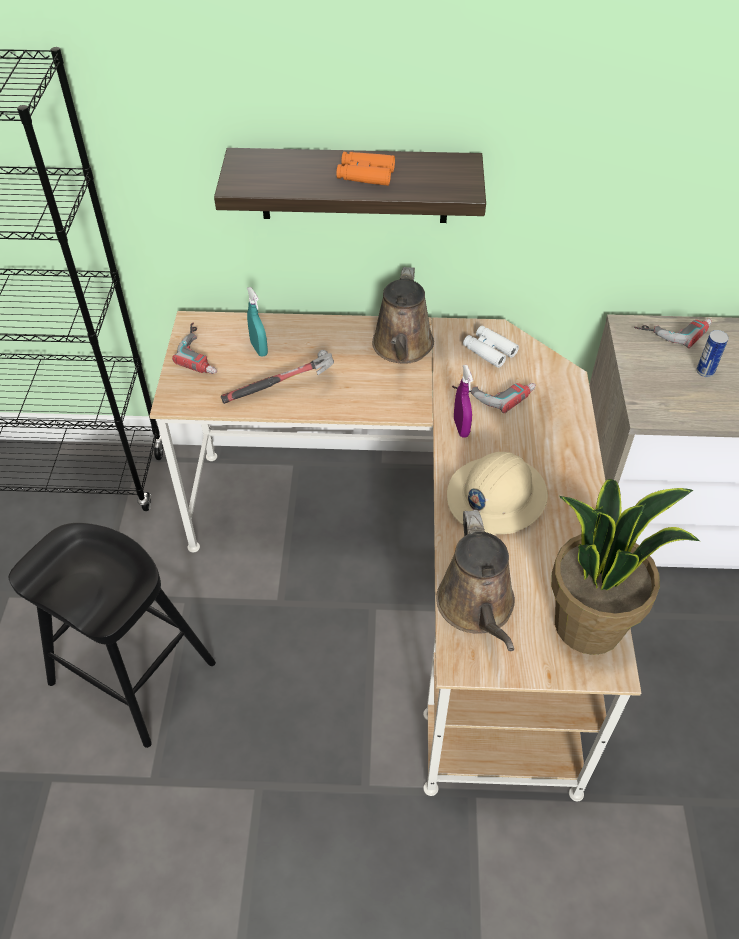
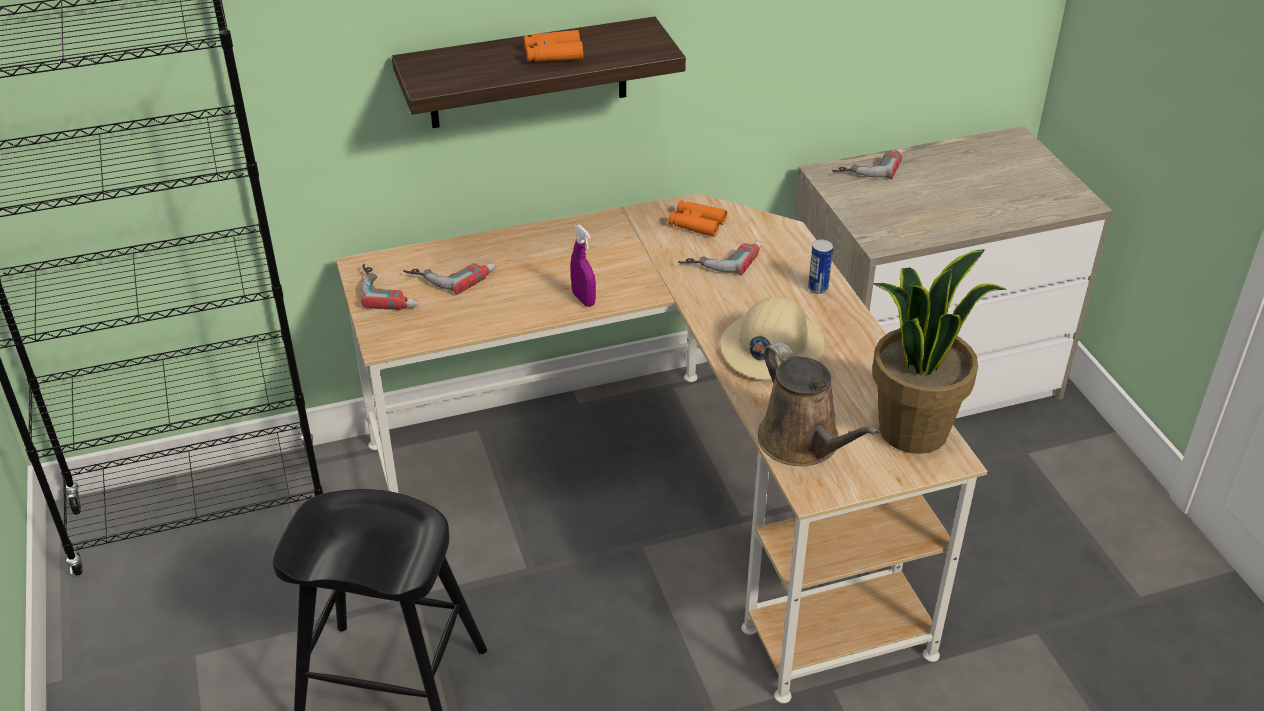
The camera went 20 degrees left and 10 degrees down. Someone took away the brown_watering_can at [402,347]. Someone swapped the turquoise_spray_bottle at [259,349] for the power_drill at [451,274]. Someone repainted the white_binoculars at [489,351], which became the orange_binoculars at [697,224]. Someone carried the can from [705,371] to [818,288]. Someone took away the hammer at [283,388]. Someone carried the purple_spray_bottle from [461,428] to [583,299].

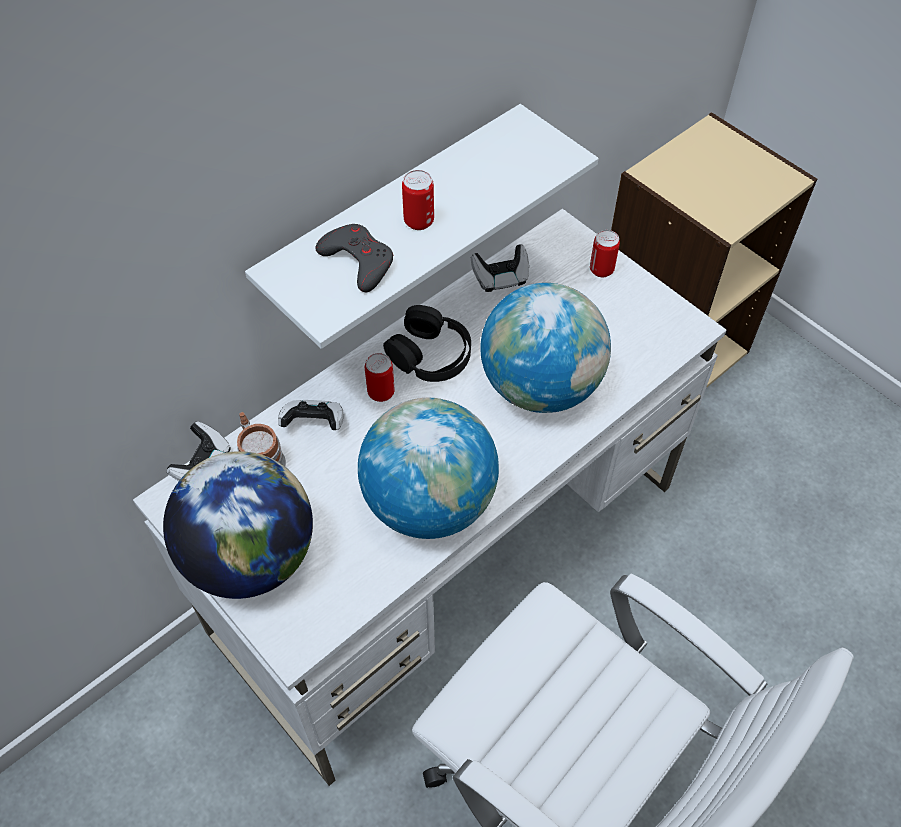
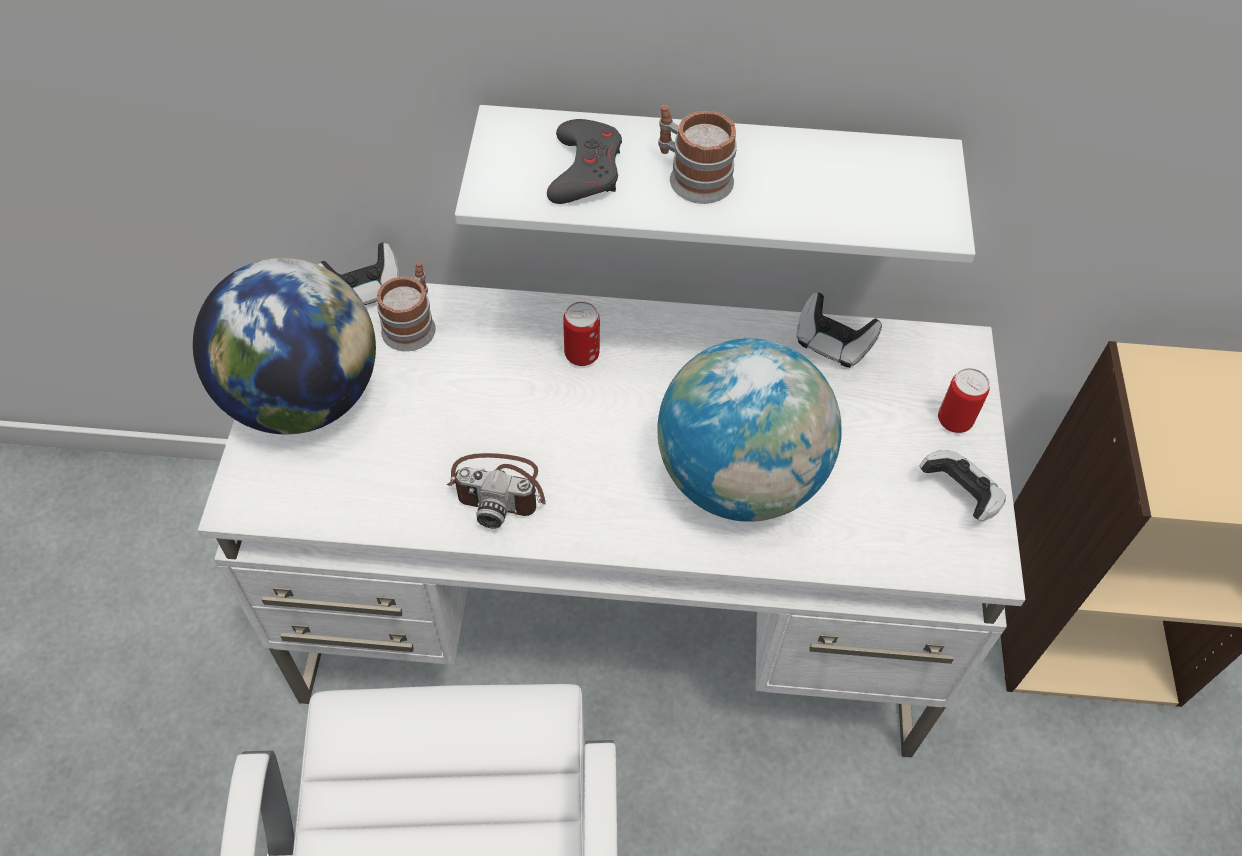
The camera went 45 degrees right and 0 degrees up. Someone swapped the can at [419,221] for the mug at [692,176]. Someone took away the black_headphones at [430,354]. Someone swapped the globe at [429,502] for the photo_camera at [499,489]. Someone carried the game_controller from [314,423] to [959,495].

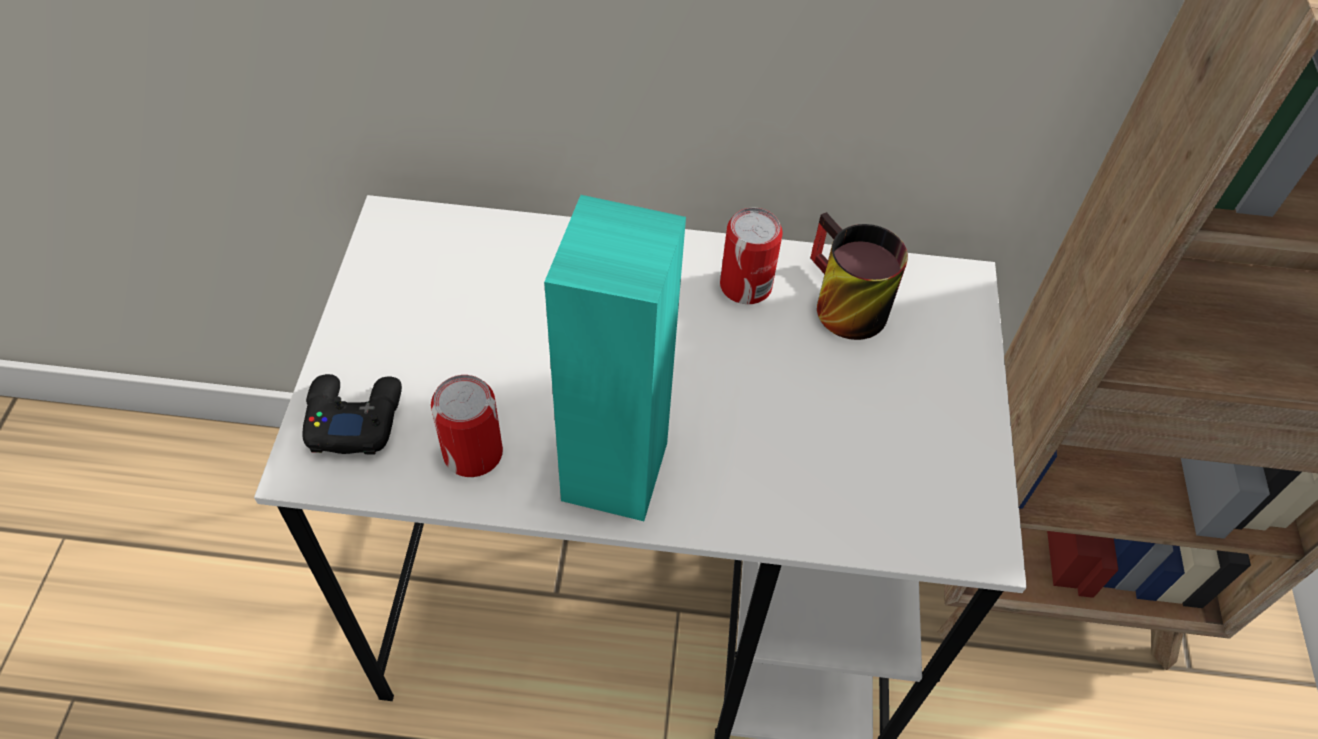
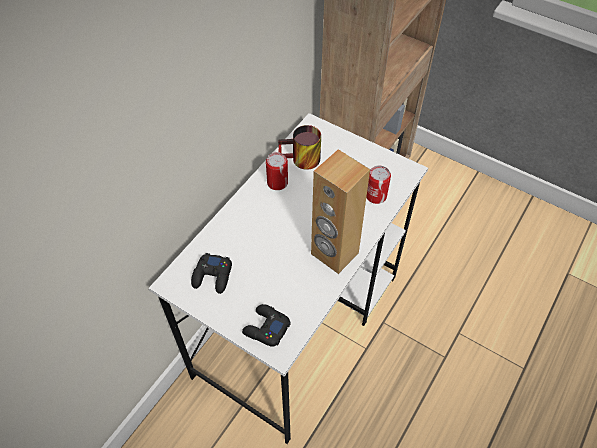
The camera went 60 degrees left and 0 degrees up. Someone repainted the turquoise_speaker at [613,471], which became the brown_speaker at [334,254]. Someone carried the can from [473,453] to [376,196]. Someone put down the black_game_controller at [213,276].

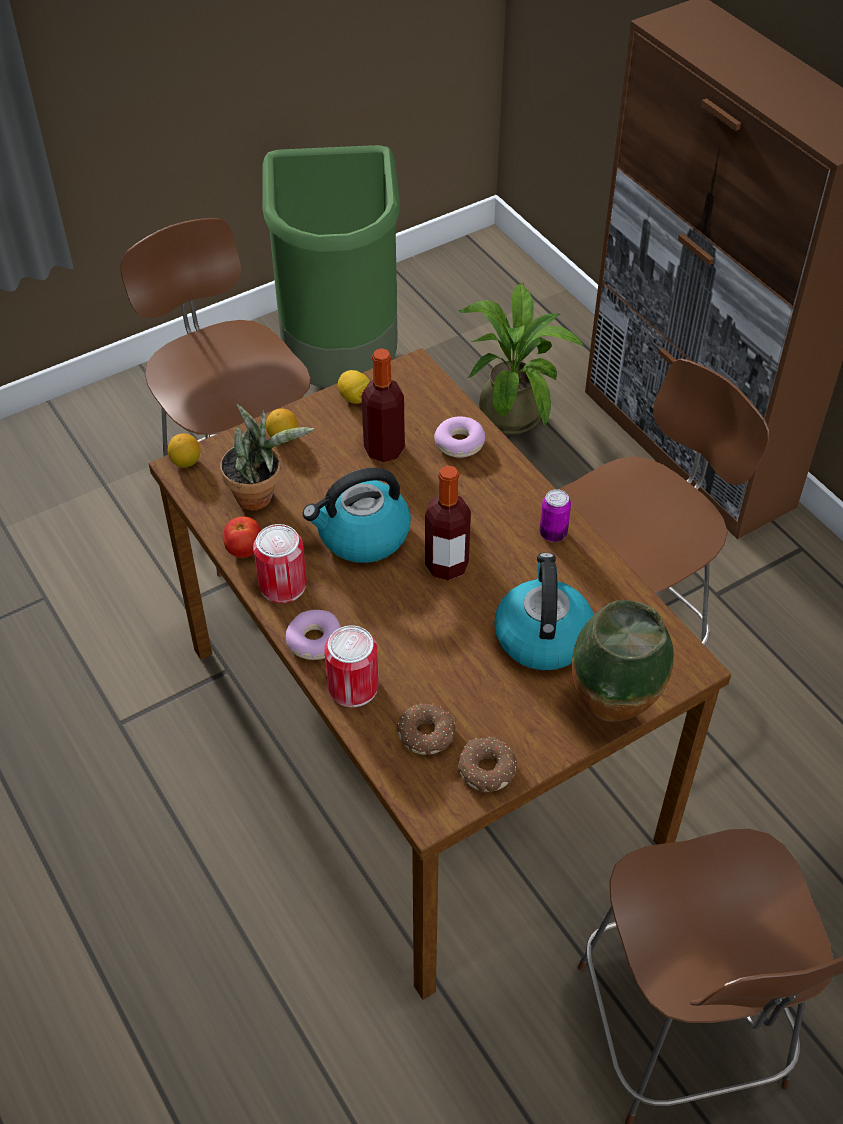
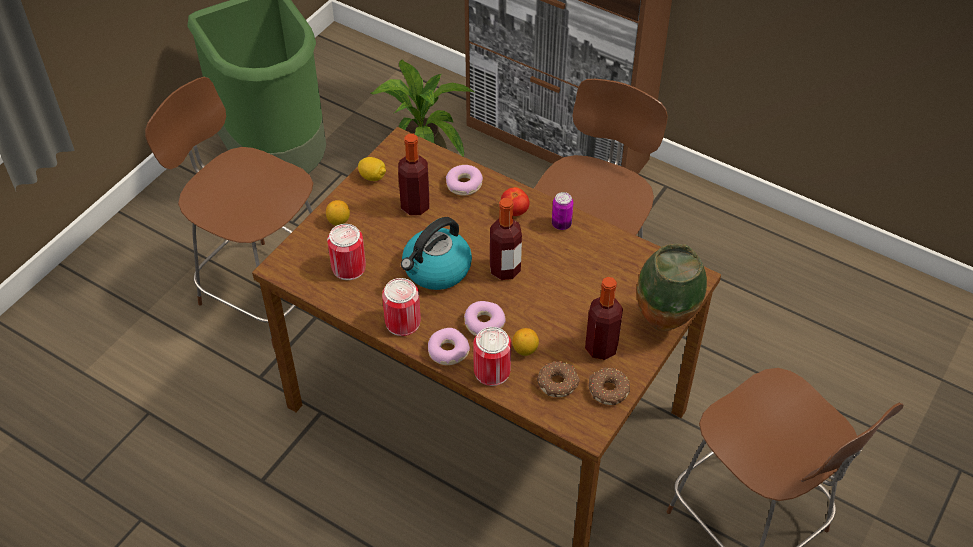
The camera went 25 degrees left and 0 degrees up. Someone swapped the potted_plant at [260,496] for the can at [348,267]. Someone carried the lemon from [186,462] to [525,350]. Someone carried the tomato from [244,550] to [514,211]. Someone took away the kettle at [542,636]. Someone put down the bottle at [601,348]. Someone put down the donut at [484,323].

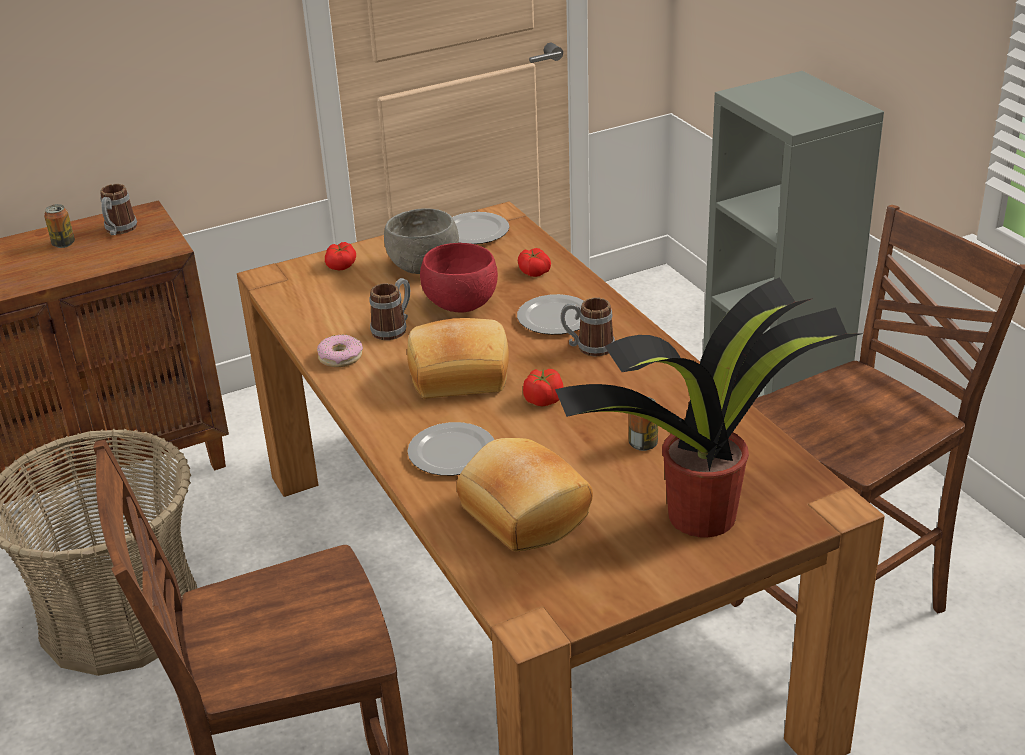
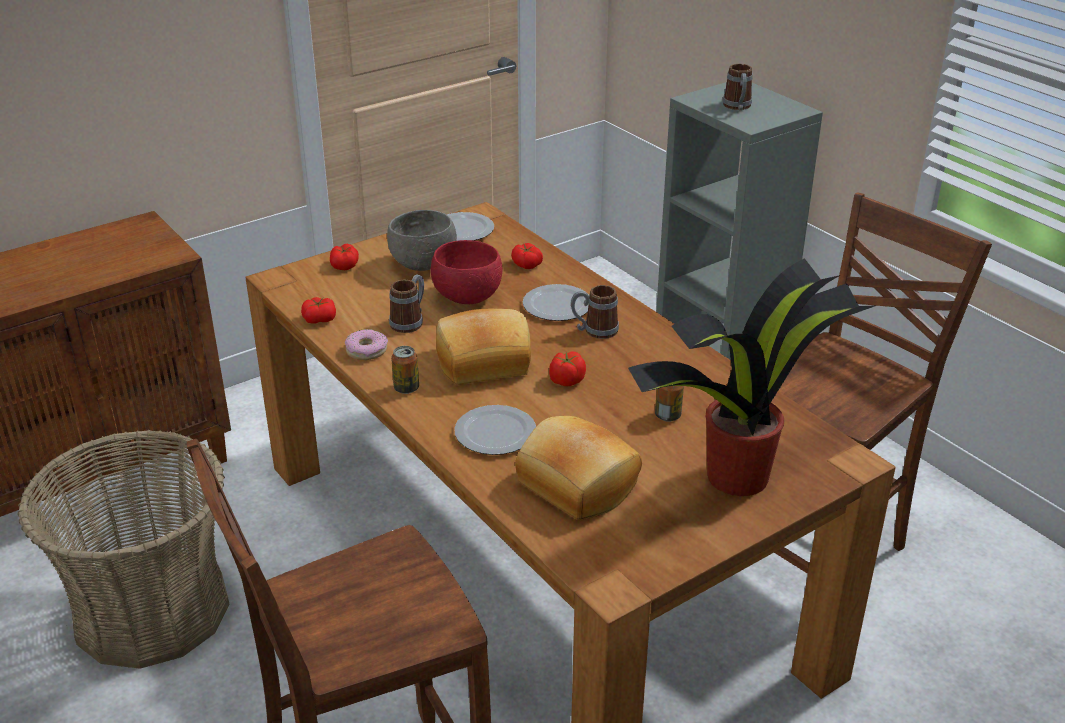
The camera went 10 degrees left and 0 degrees up. Someone carried the mug from [119,230] to [738,107]. Someone carried the can from [63,244] to [406,388]. Someone put down the tomato at [319,319].

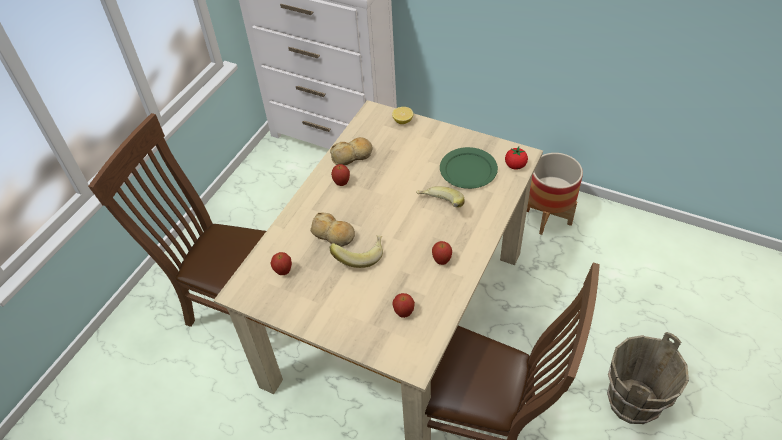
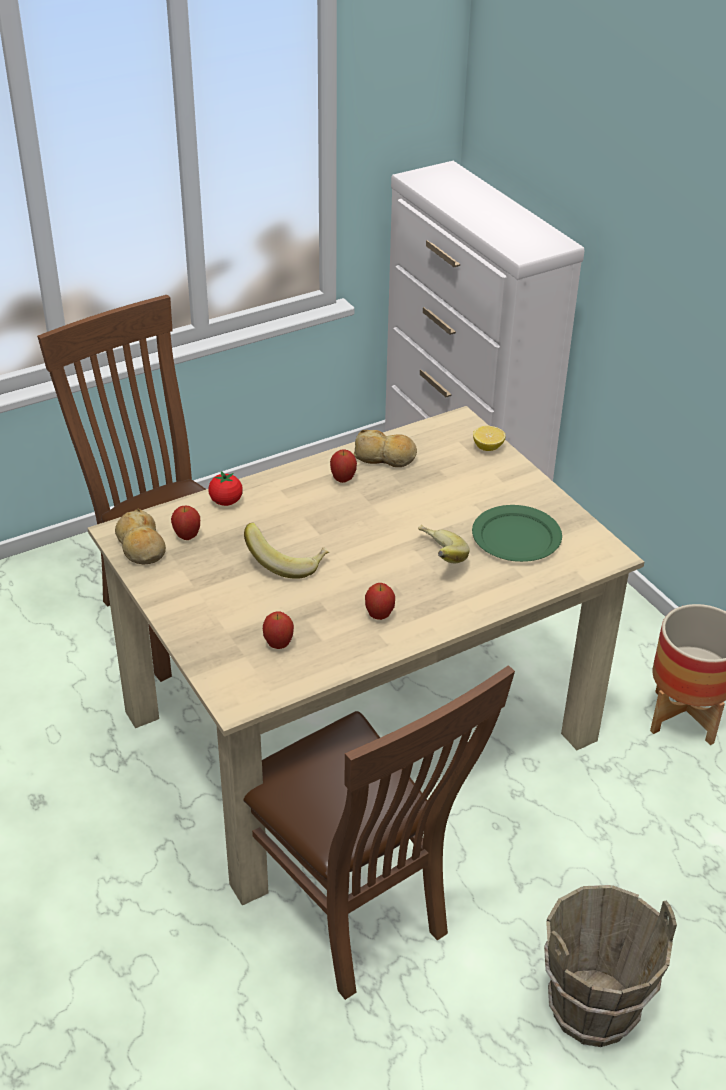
The camera went 30 degrees right and 10 degrees down. Someone carried the tomato from [515,165] to [226,501]. Someone carried the bread from [333,235] to [141,546].

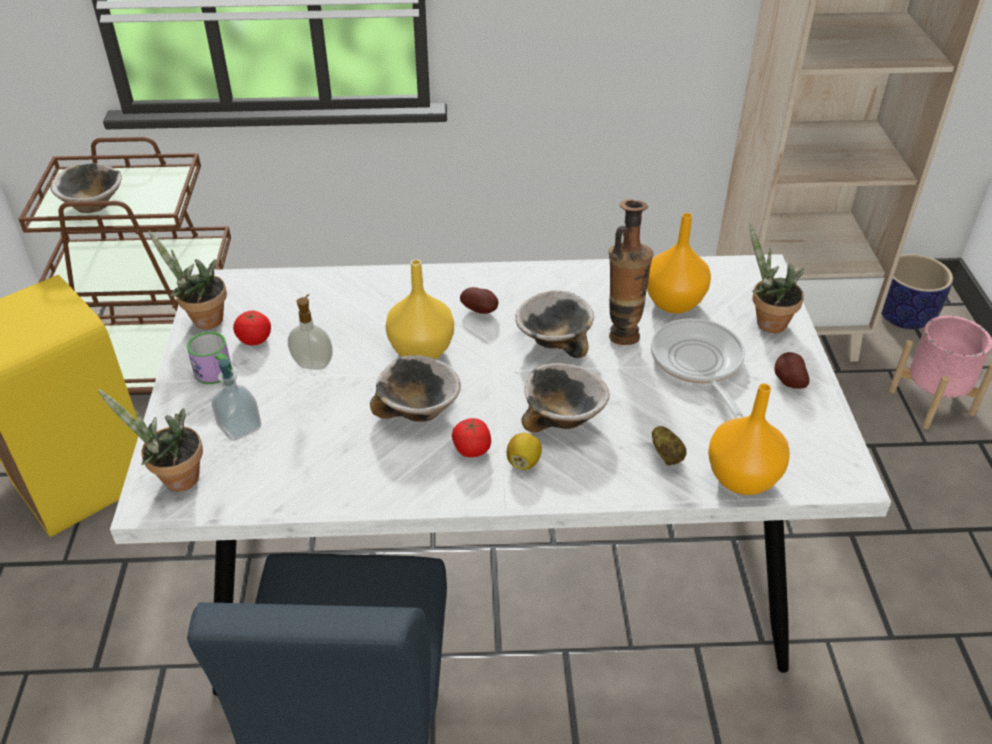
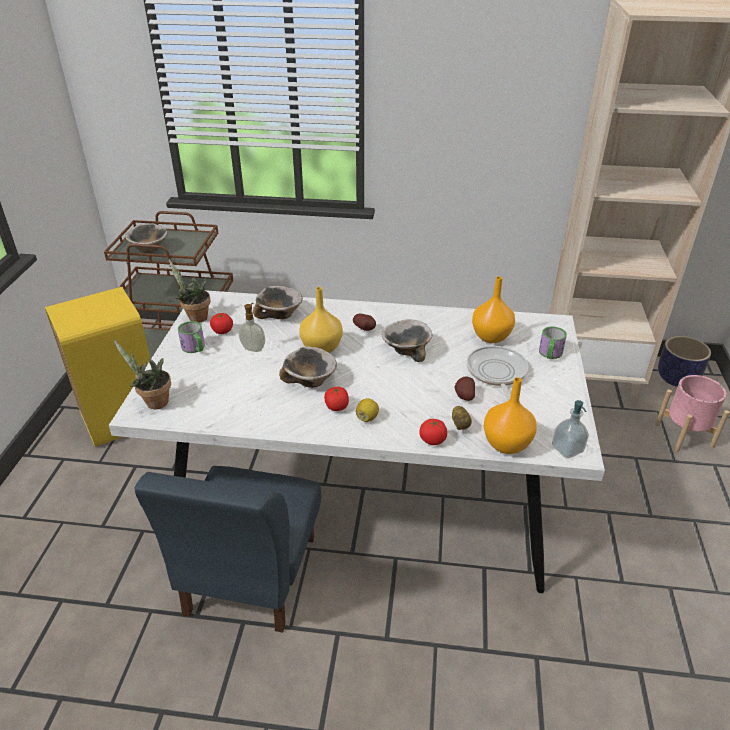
The camera went 10 degrees right and 5 degrees down. Someone took away the vase at [622,332]. Someone swapped the potted_plant at [766,322] for the mug at [550,354]. Someone carried the potato from [787,382] to [463,396]. Someone carried the soap_dispenser from [240,427] to [567,449]. Someone carried the bowl from [563,416] to [280,314]. Someone put down the tomato at [432,440].

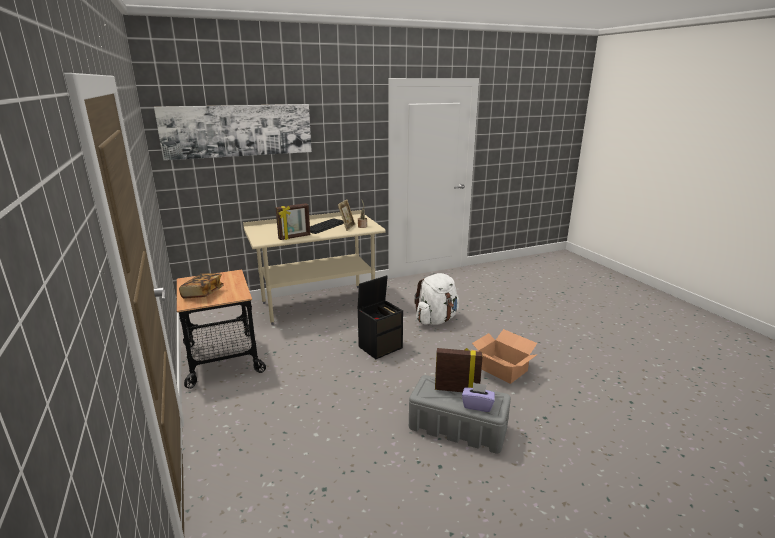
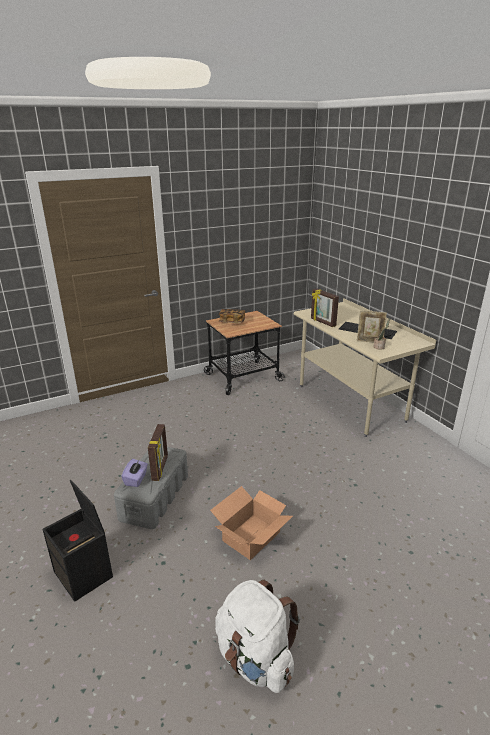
The camera went 85 degrees right and 5 degrees up. Someone took away the picture at [238,130]. Someone carried the white_backpack from [436,320] to [255,659]. Someone carried the black_storage_box from [380,347] to [84,574].

